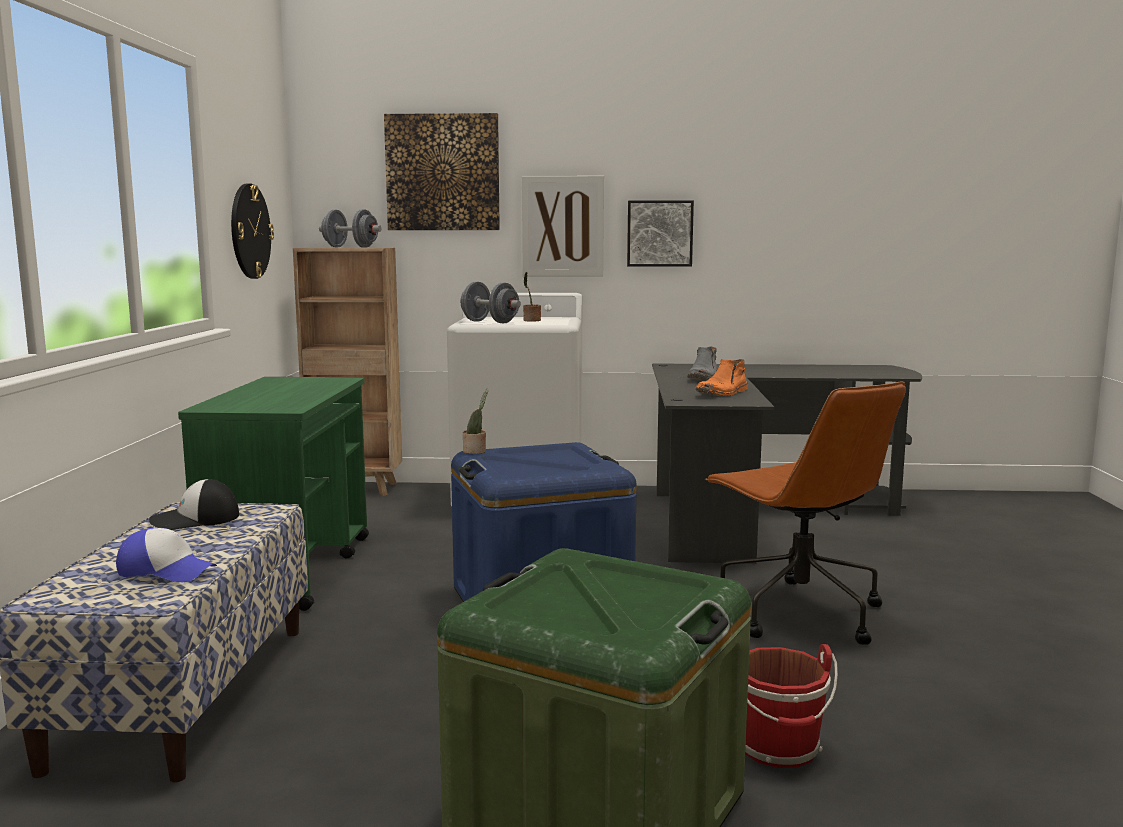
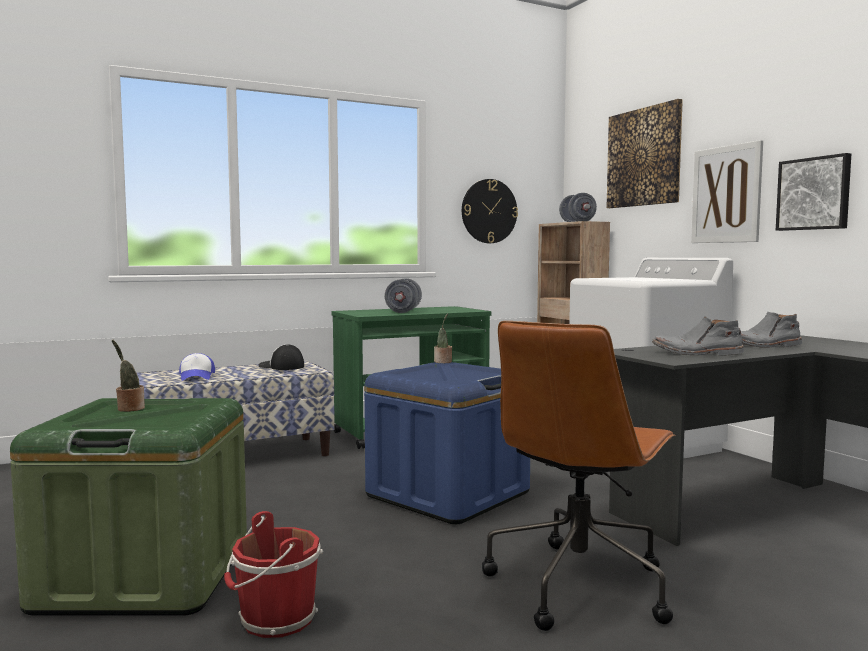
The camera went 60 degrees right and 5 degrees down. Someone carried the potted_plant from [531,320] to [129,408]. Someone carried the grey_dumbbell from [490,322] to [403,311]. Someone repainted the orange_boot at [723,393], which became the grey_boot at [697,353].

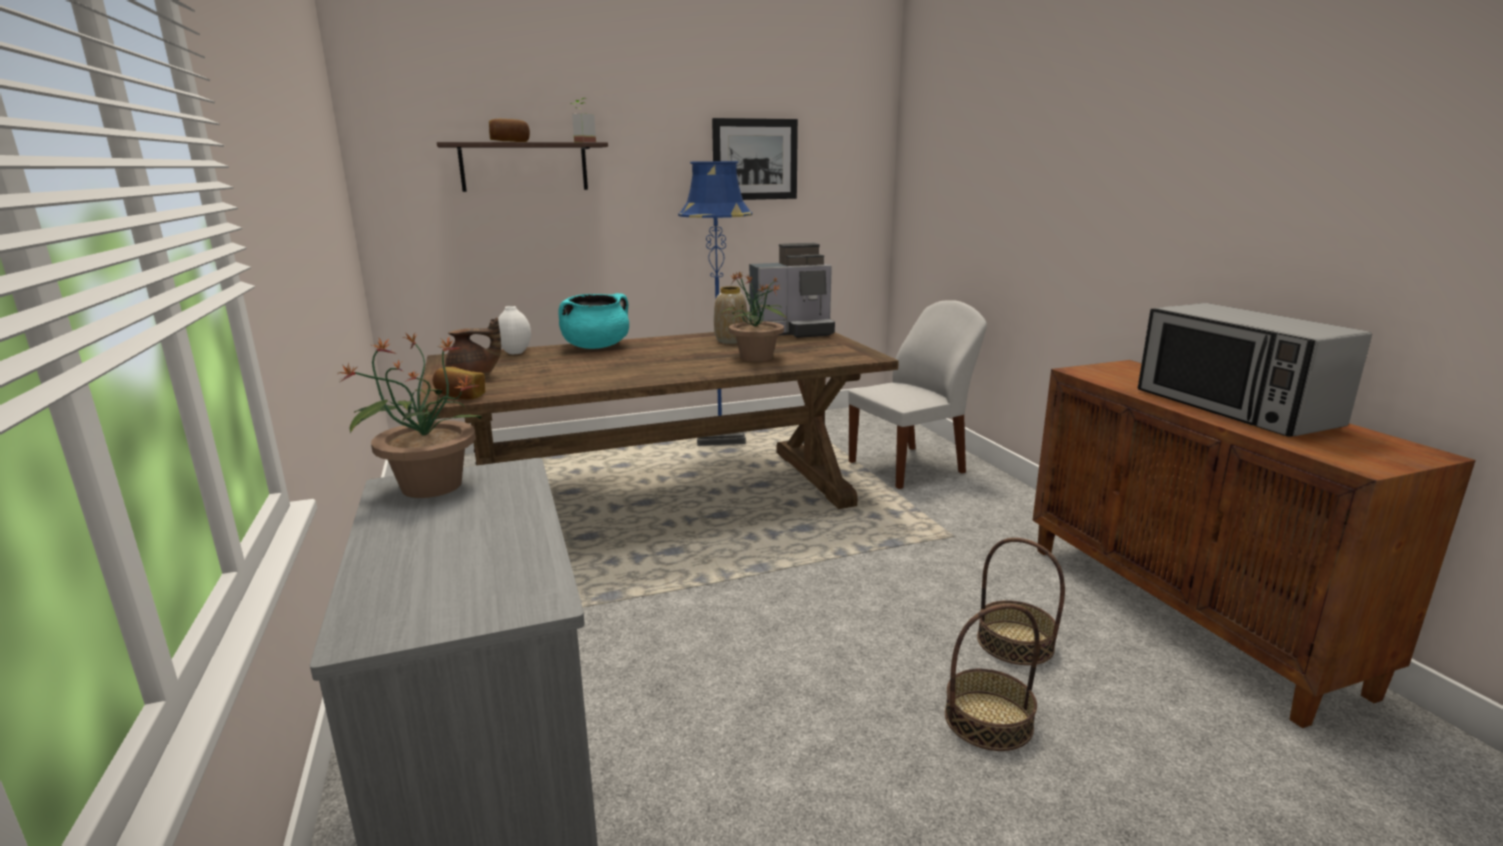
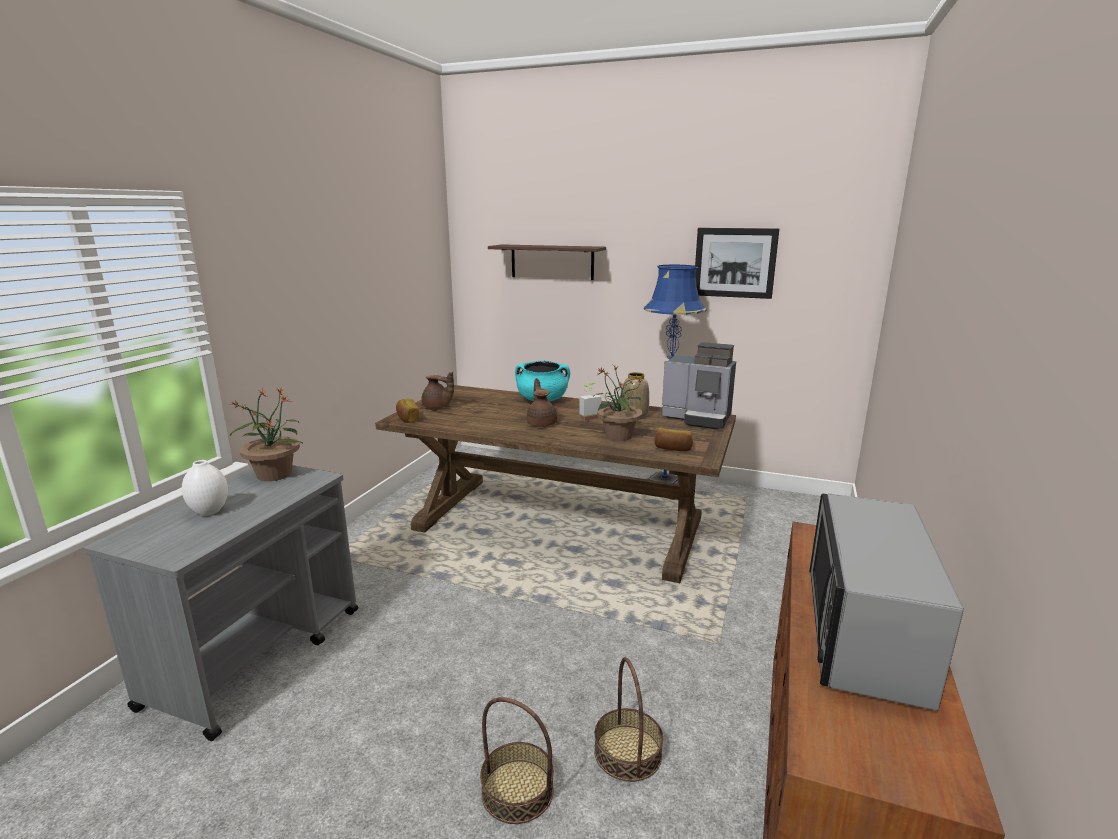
The camera went 40 degrees right and 0 degrees up. Someone carried the potted_plant from [581,142] to [587,417]. Someone carried the bread from [510,142] to [673,448]. Someone took away the white_chair at [909,467]. Someone carried the white_vase from [515,352] to [209,511]. Someone put down the brown_teapot at [542,423].

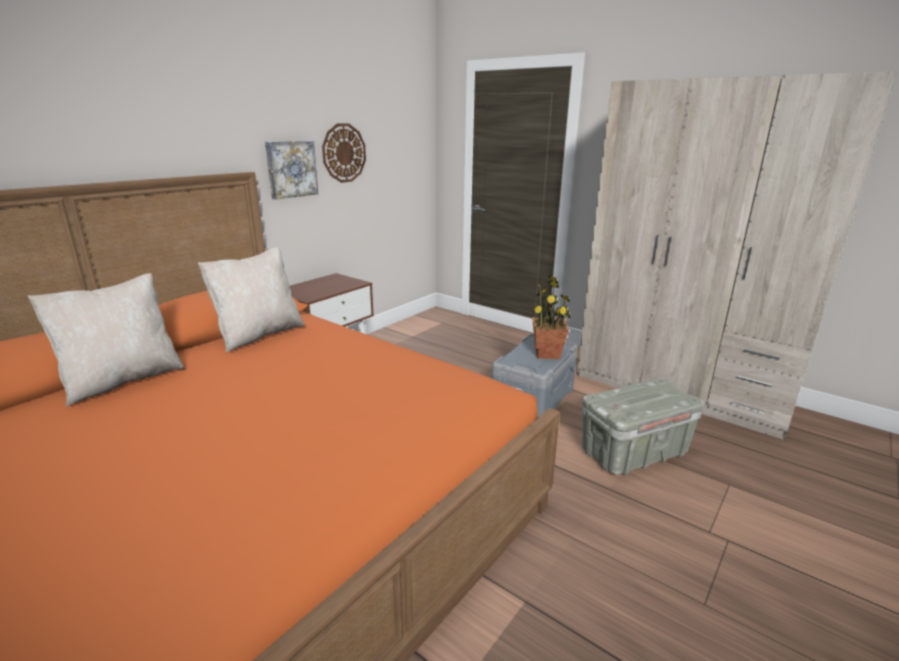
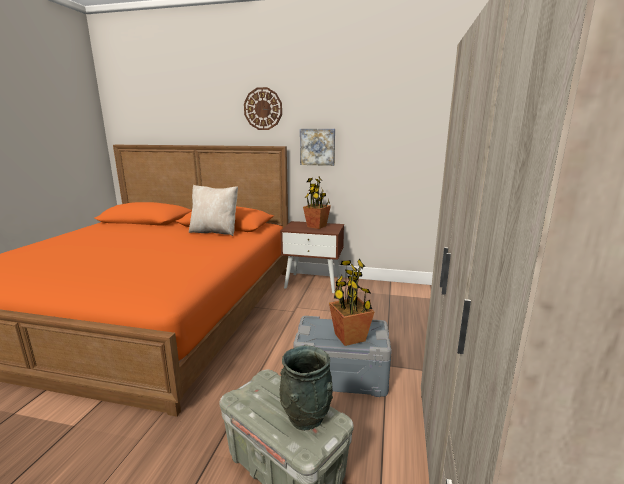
The camera went 65 degrees right and 5 degrees down. Someone carried the wall_clock from [344,153] to [263,109]. Someone took away the beige_pillow at [123,380]. Someone put down the potted_plant at [317,226]. Someone put down the grey_vase at [306,417].

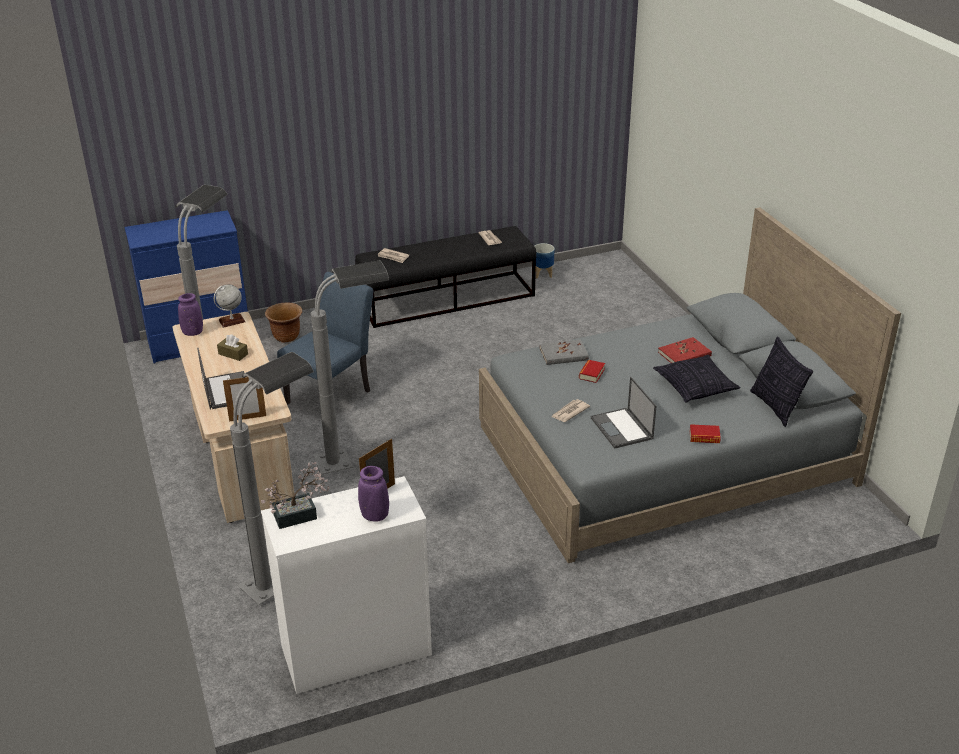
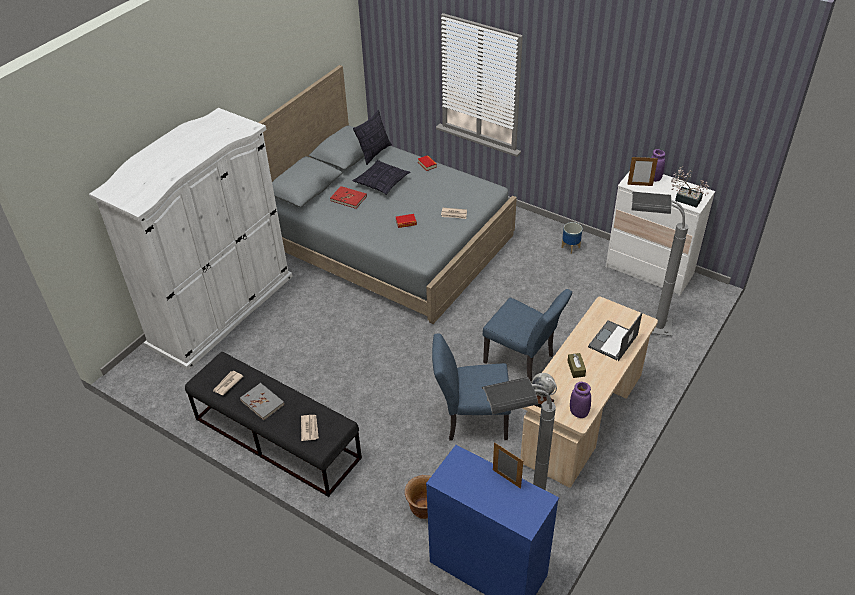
The camera went 125 degrees left and 10 degrees up. Someone carried the planter from [542,274] to [570,247]. Someone swapped the grey_floor_lamp at [356,459] for the blue_chair at [523,361]. Someone carried the grey_book from [563,354] to [262,402]. Someone carried the picture_frame from [247,418] to [506,479]. Someone took away the laptop at [622,429]. Someone put down the white_wardrobe at [221,310].

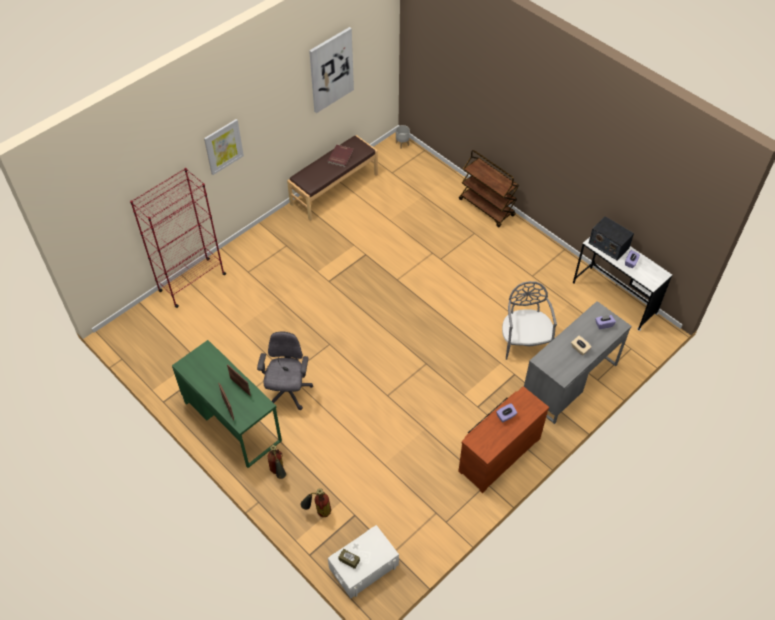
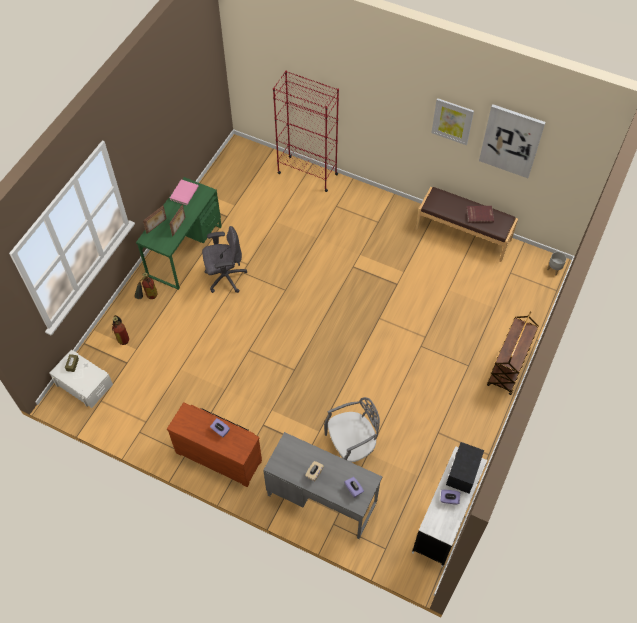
The camera went 70 degrees right and 5 degrees up. Someone carried the picture from [223,146] to [452,121]. Someone put down the pink_book at [183,193].

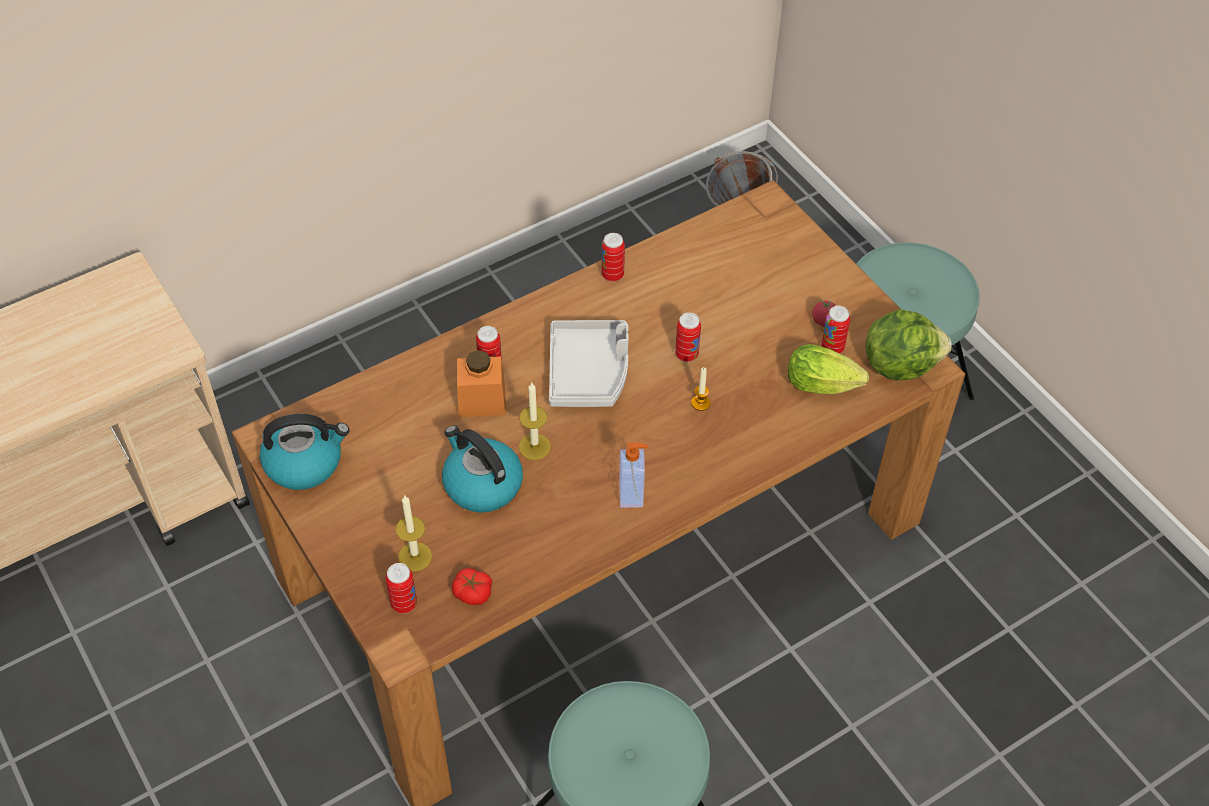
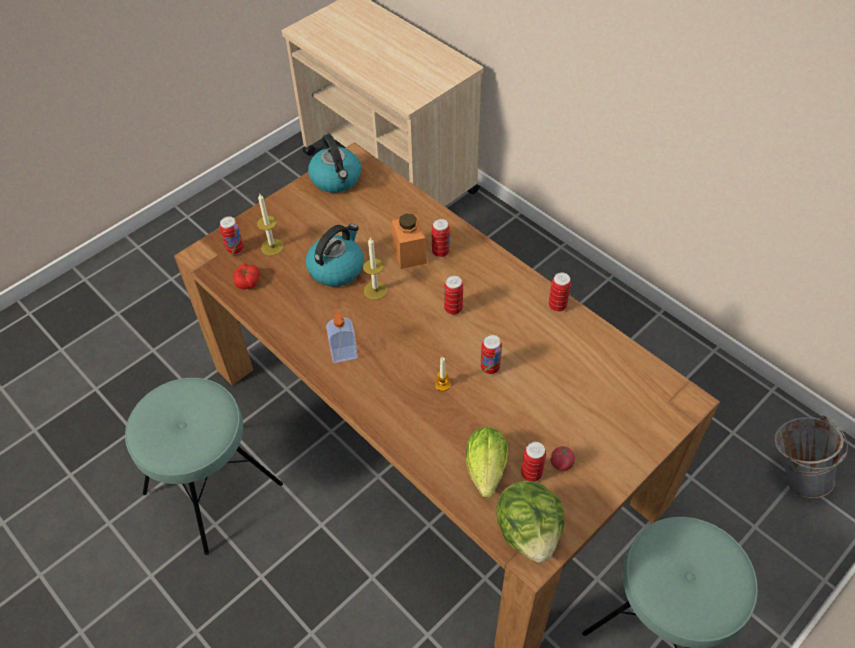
The camera went 80 degrees right and 0 degrees up. Someone swapped the grey_tray at [589,372] for the can at [453,309].

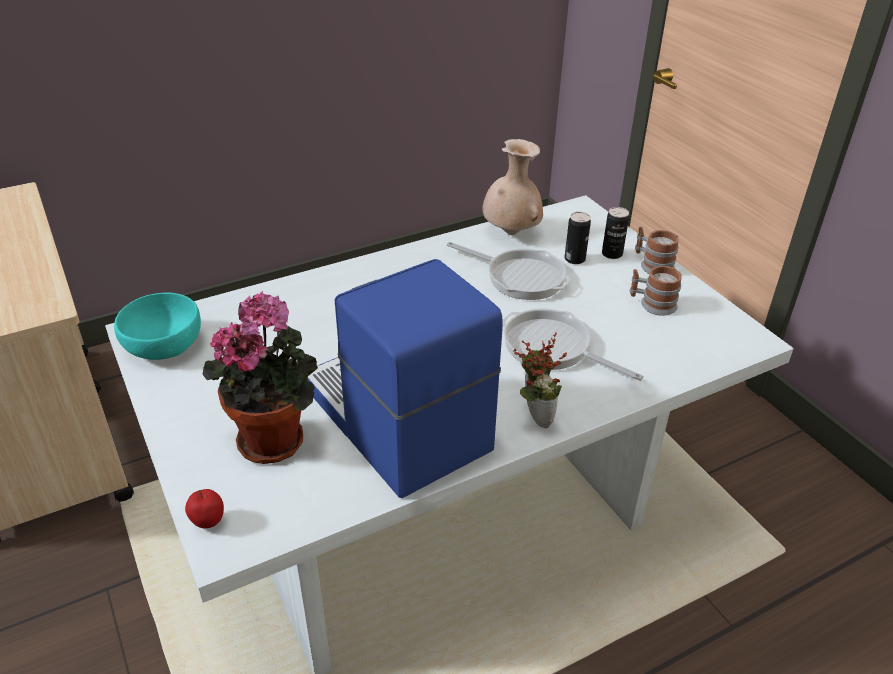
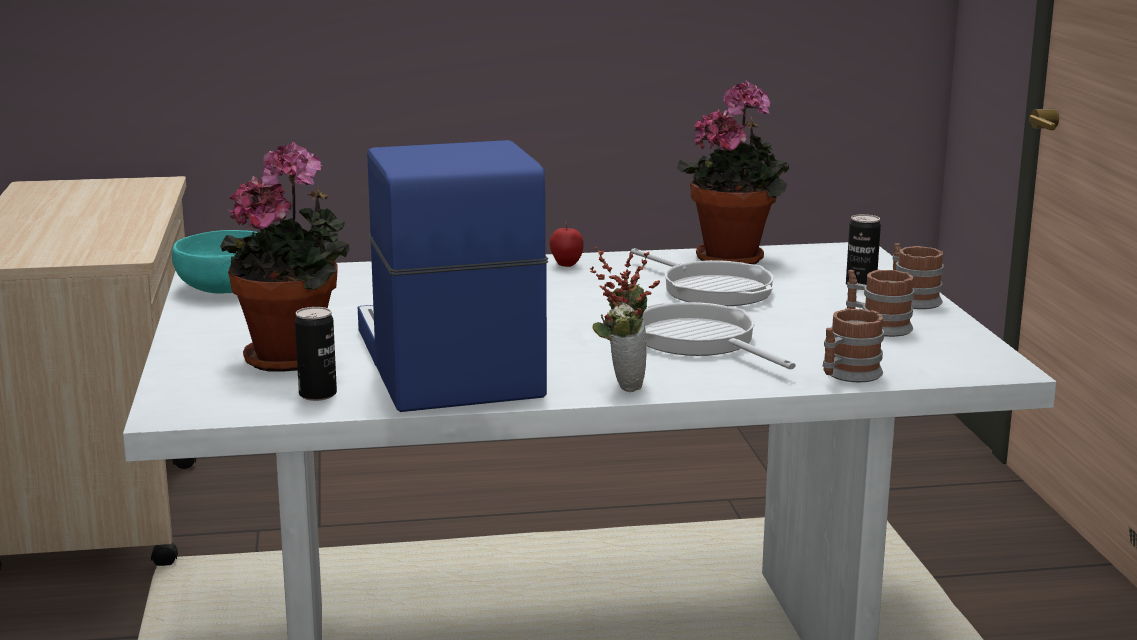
The camera went 20 degrees right and 20 degrees down. Someone swapped the beige_vase at [511,232] for the potted_plant at [734,257]. Someone carried the can from [574,259] to [318,394]. Someone carried the apple from [208,523] to [566,265]. Someone put down the mug at [847,375].

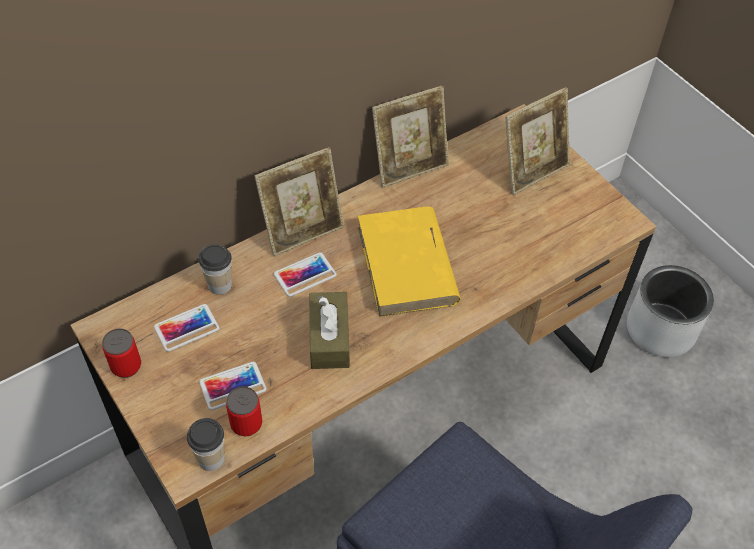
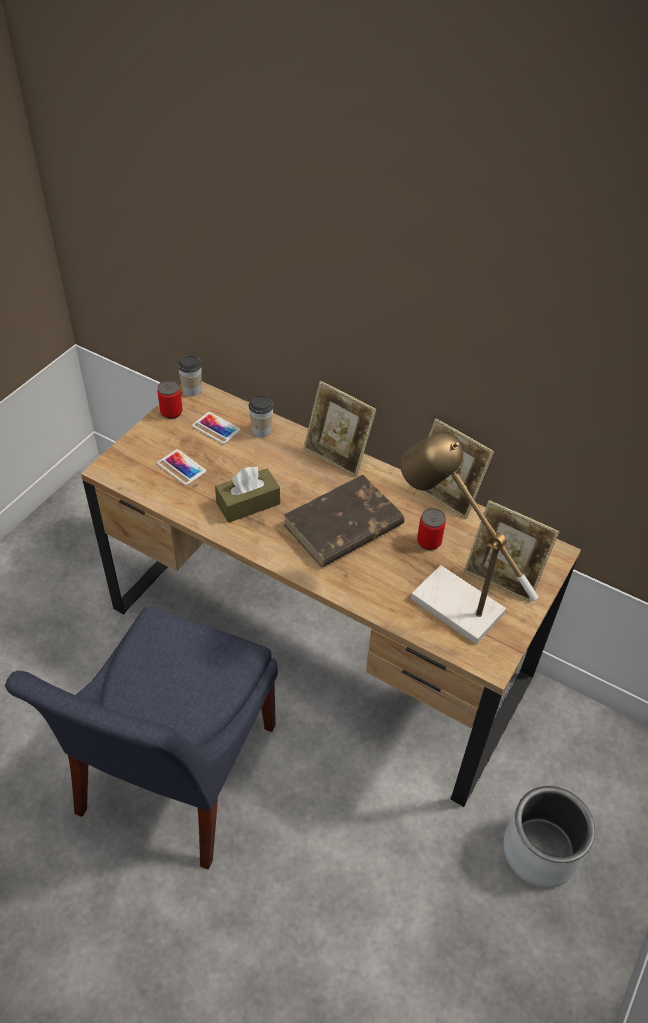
The camera went 65 degrees right and 5 degrees down. Someone repainted the yellow_book at [407,266], which became the brown_book at [342,526]. Someone took away the phone at [305,275]. Someone carried the can from [246,423] to [429,541]. Someone carried the cup from [211,458] to [192,390]. Someone put down the table_lamp at [445,600].

